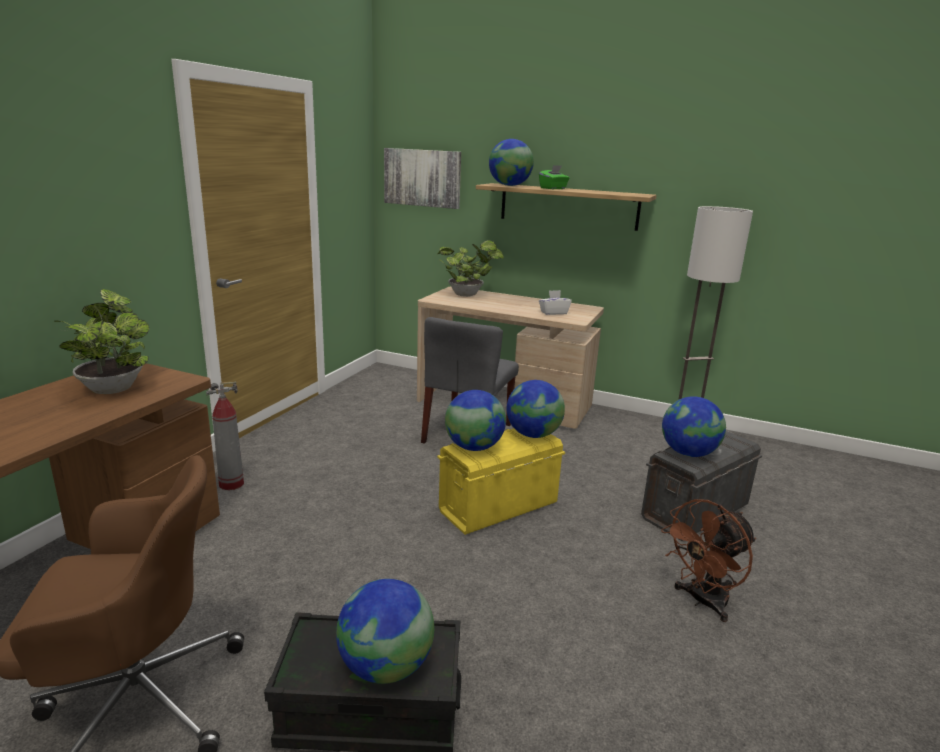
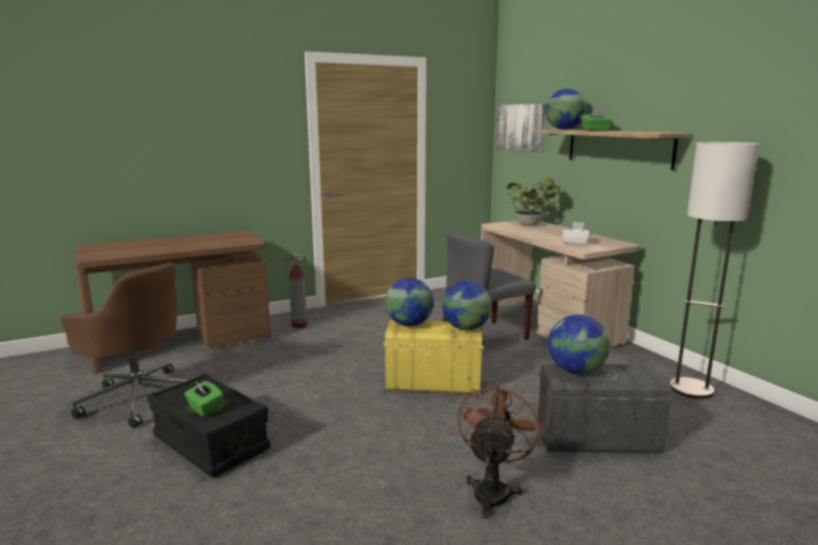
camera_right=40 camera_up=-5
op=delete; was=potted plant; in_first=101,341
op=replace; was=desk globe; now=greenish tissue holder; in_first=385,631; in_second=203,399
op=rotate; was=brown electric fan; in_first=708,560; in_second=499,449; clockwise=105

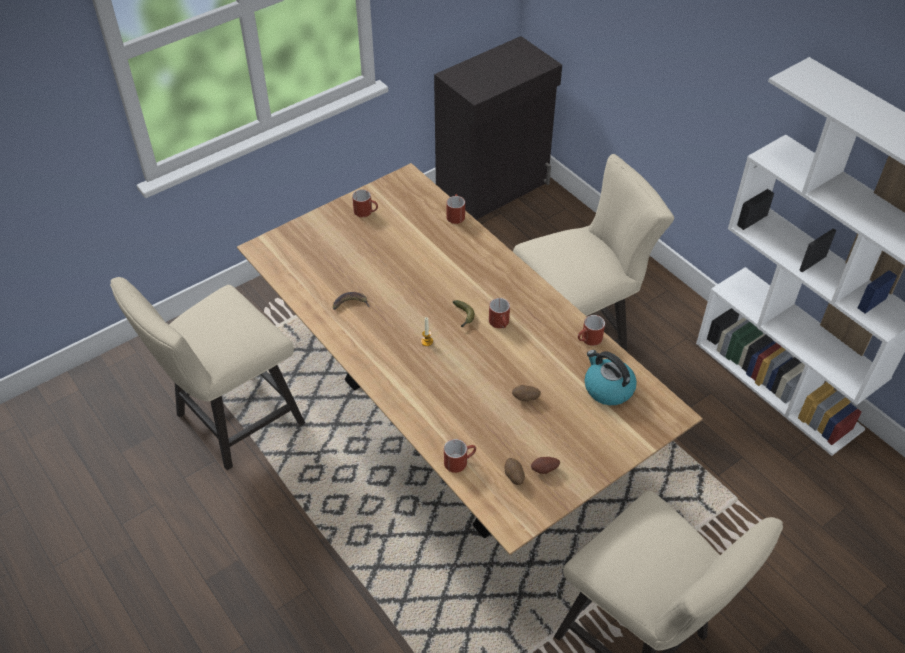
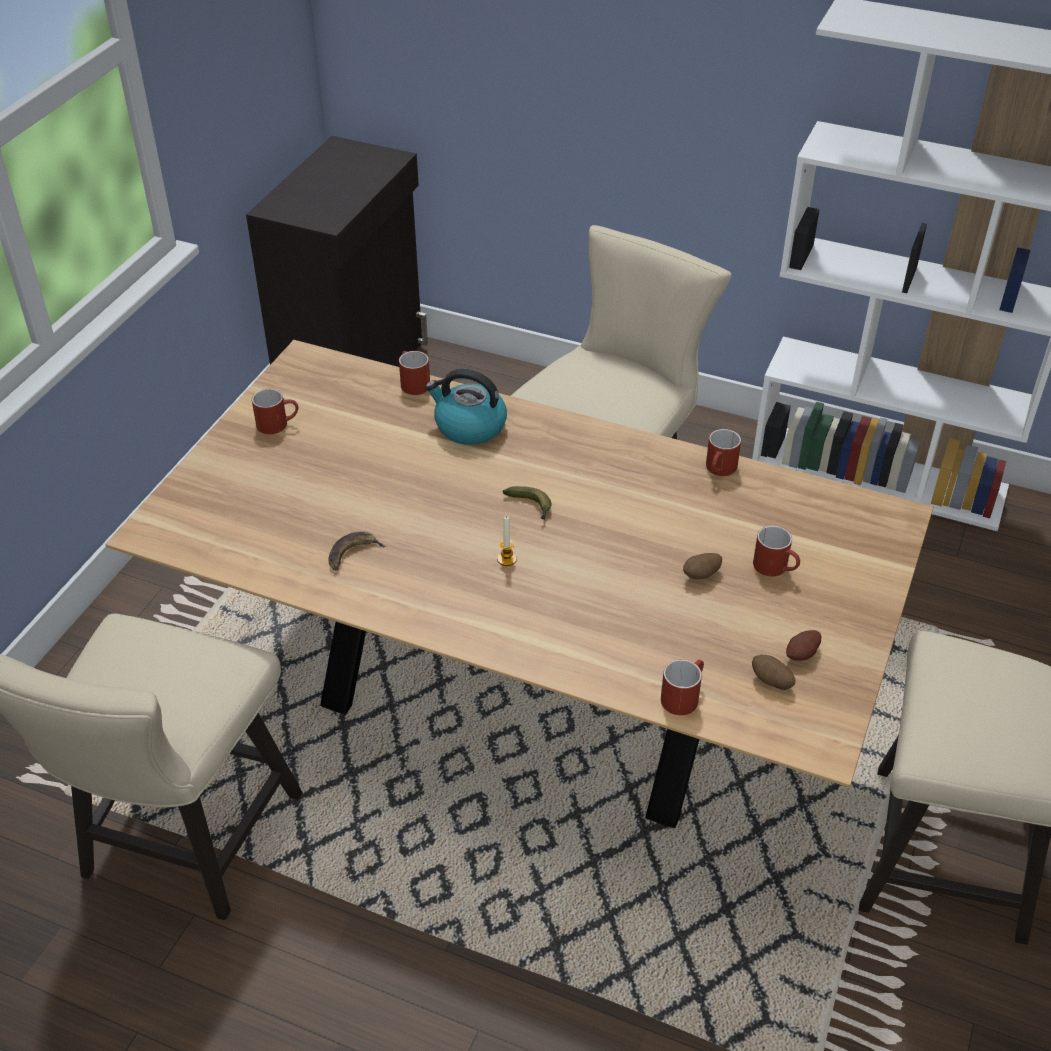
camera_right=-30 camera_up=-5
op=move; was=red tea mug; in_first=499,313; in_second=776,551
op=move; was=kettle; in_first=611,377; in_second=466,407

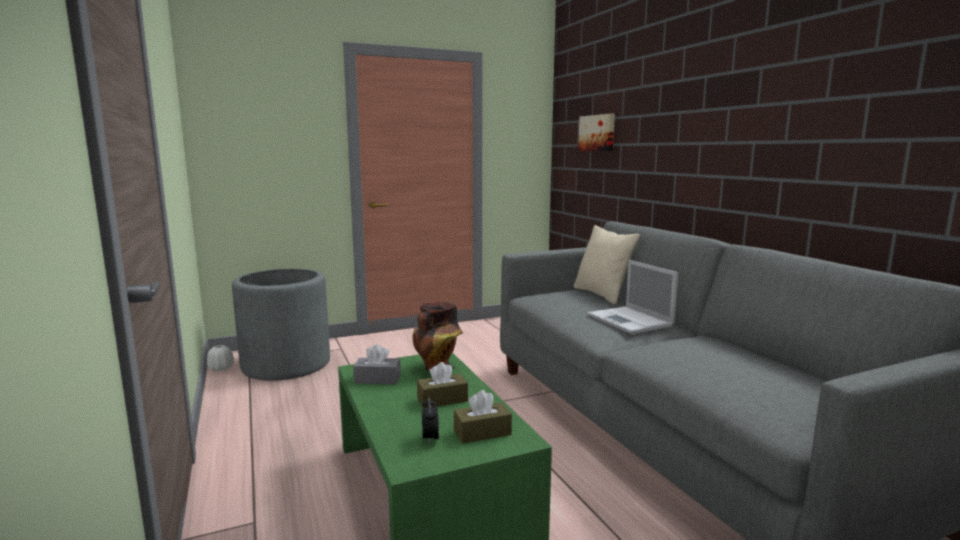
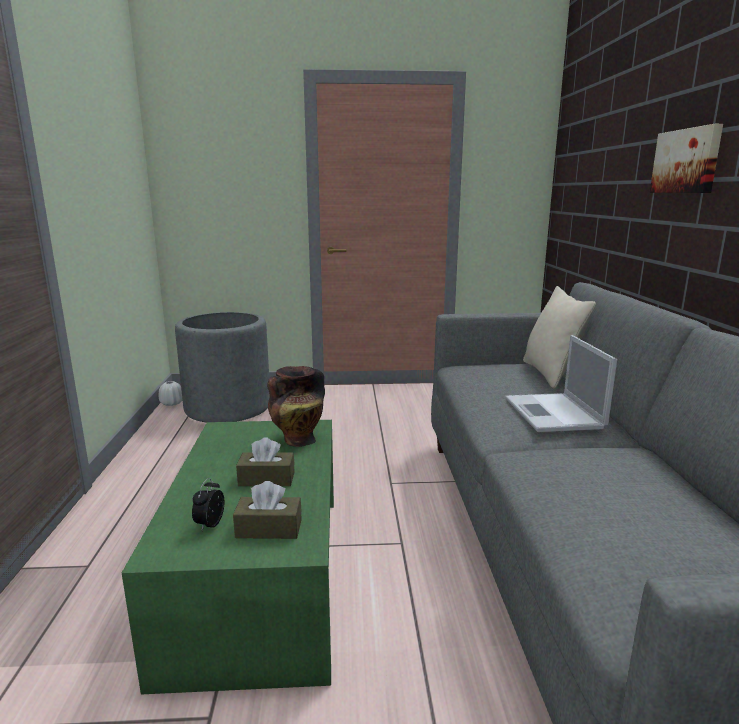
camera_right=20 camera_up=5
op=delete; was=grey tissue holder; in_first=377,364
op=move; was=wall art; in_first=596,132; in_second=686,158

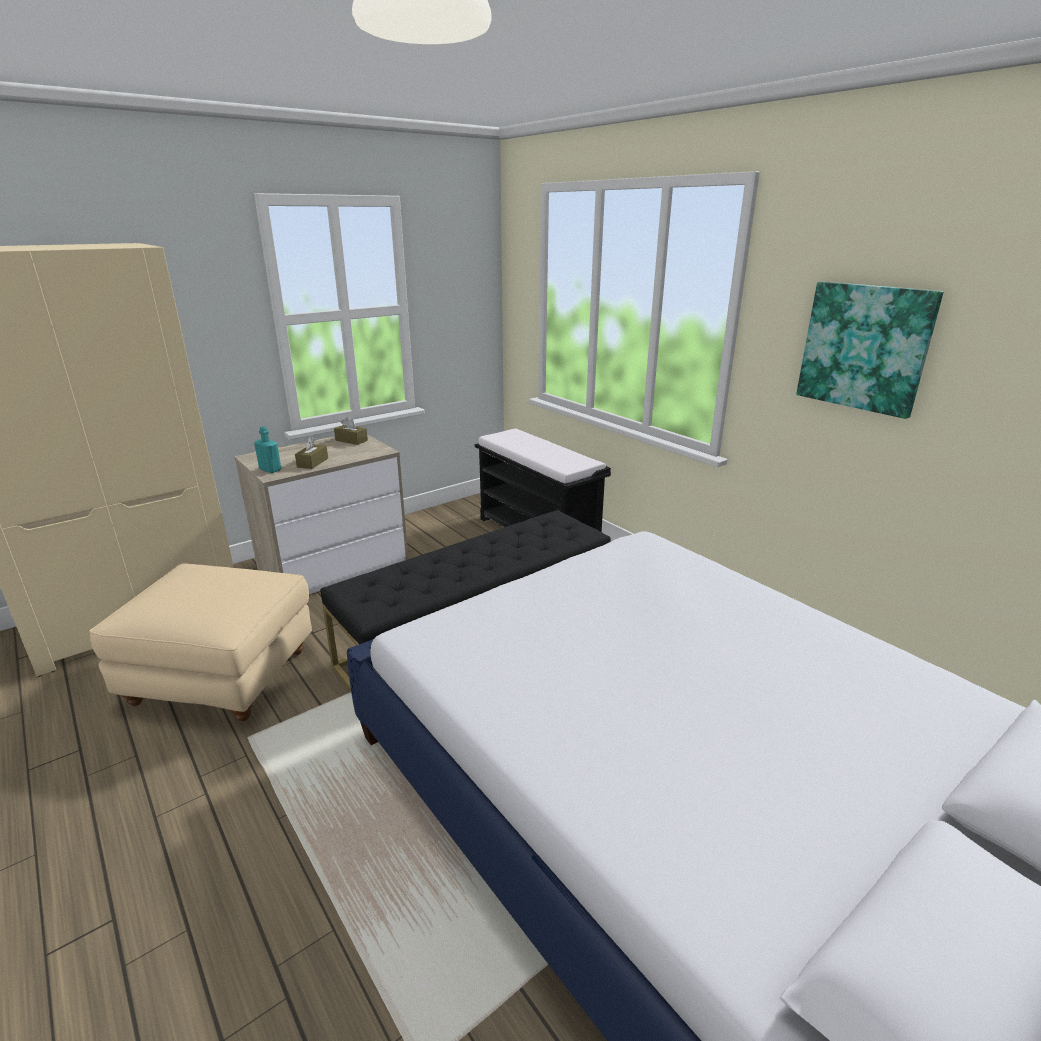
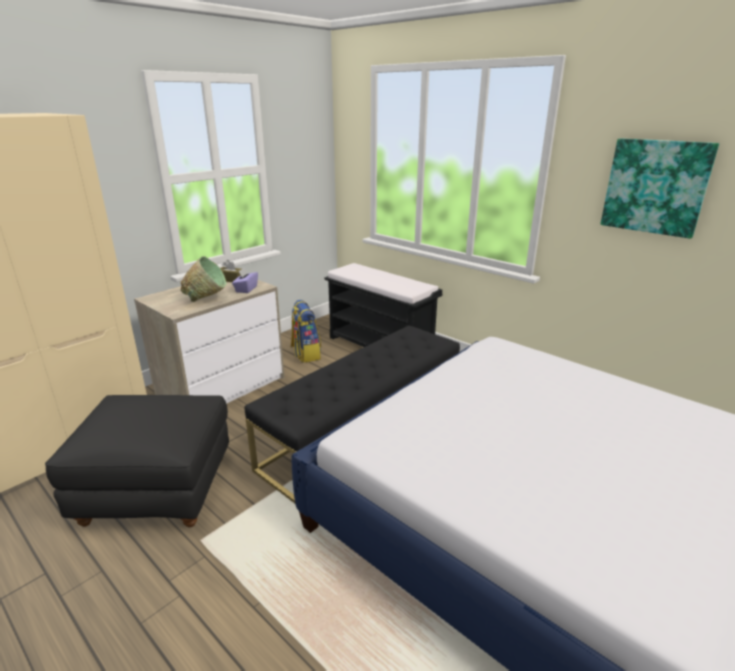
camera_right=-10 camera_up=0
op=delete; was=turquoise-coloured beverage bottle; in_first=267,449
op=insert; now=purplish tissue holder; in_second=245,280
op=insert; now=backpack; in_second=306,331
op=replace; was=brown tissue holder; now=greenish bowl; in_first=311,453; in_second=204,279
op=recolor; was=sand-coloured pouffe; now=black-coloured pouffe; in_first=200,642; in_second=137,461

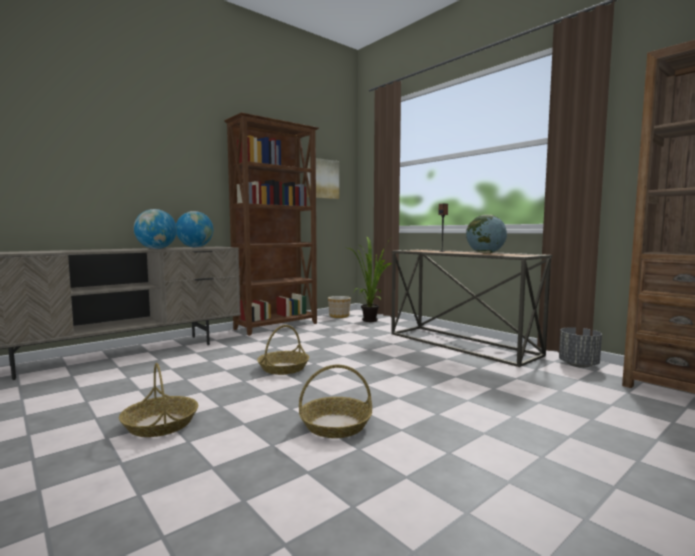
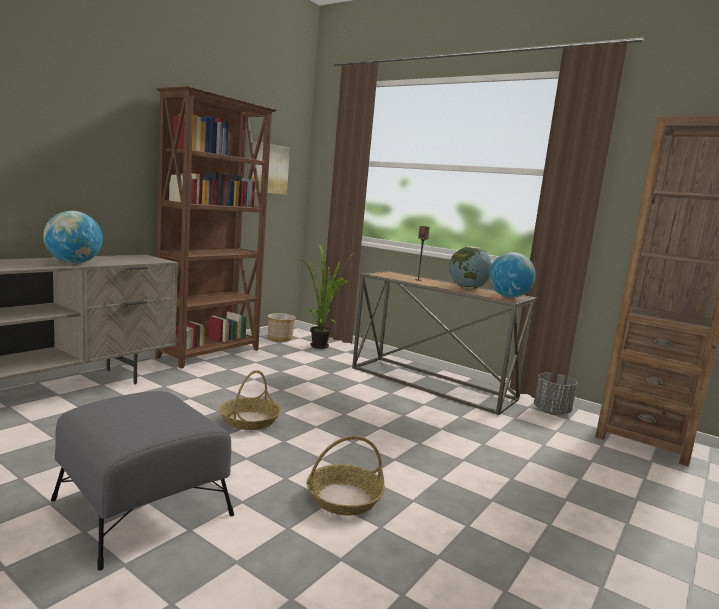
camera_right=-15 camera_up=5
op=move; was=desk globe; in_first=194,229; in_second=512,275
op=replace; was=storage basket; now=grey pouffe; in_first=158,400; in_second=142,481

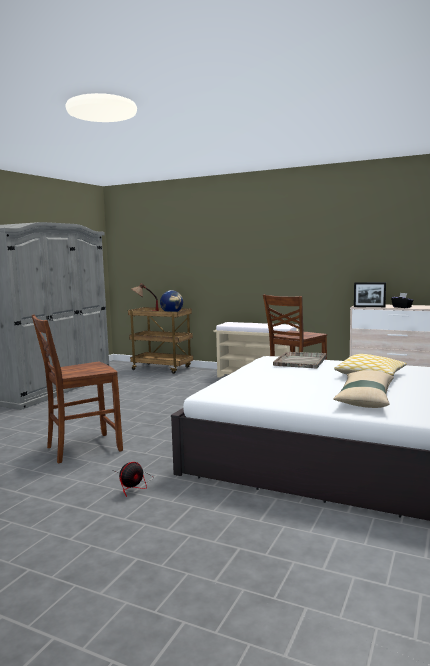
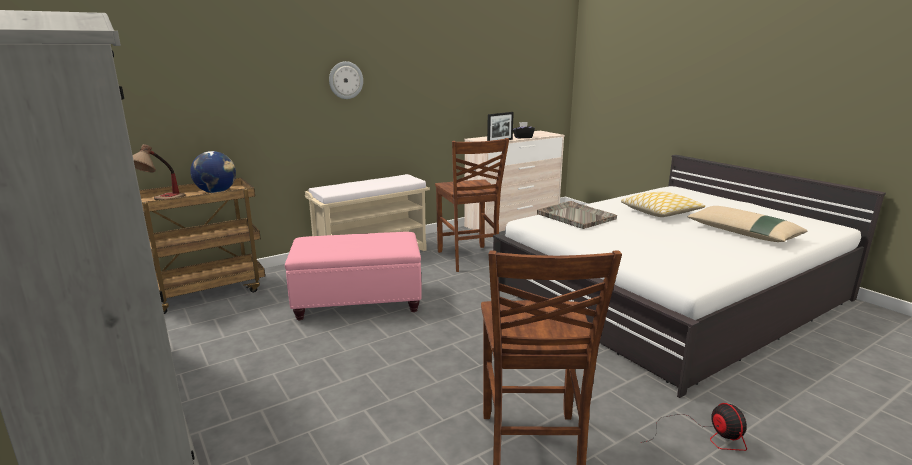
camera_right=-60 camera_up=10
op=insert; now=pink pouffe; in_second=353,276
op=insert; now=wall clock; in_second=346,80

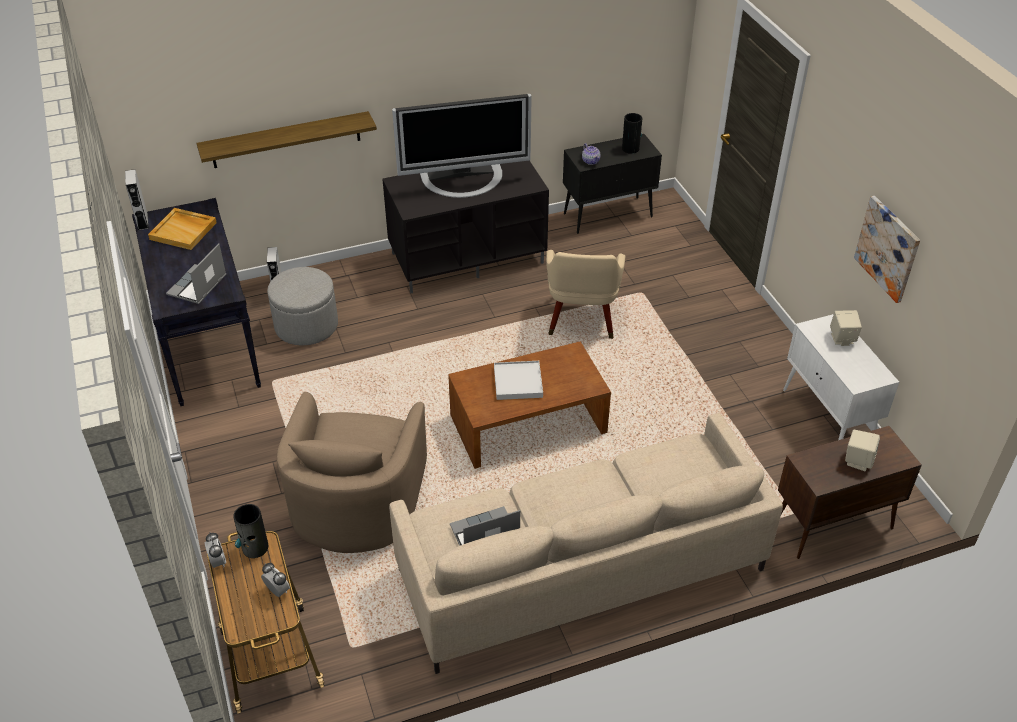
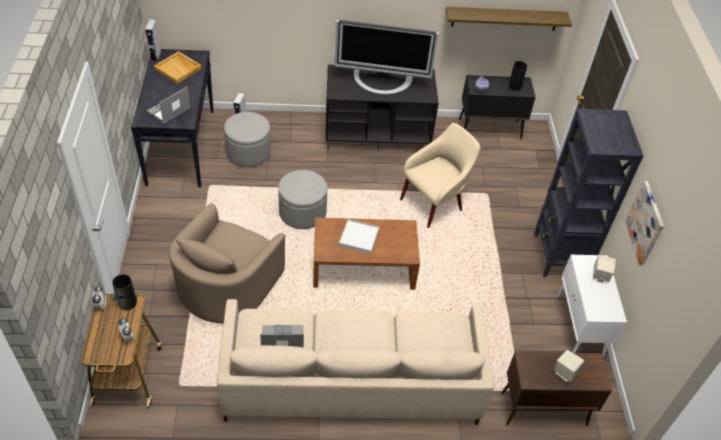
camera_right=15 camera_up=5
op=insert; now=grey pouffe; in_second=302,199
op=insert; now=black-coloured bookshelf; in_second=588,193
op=move; was=bracket shelf; in_first=286,139; in_second=509,19
op=rotate; was=sand-coloured armchair; in_first=585,294; in_second=440,175; clockwise=-150

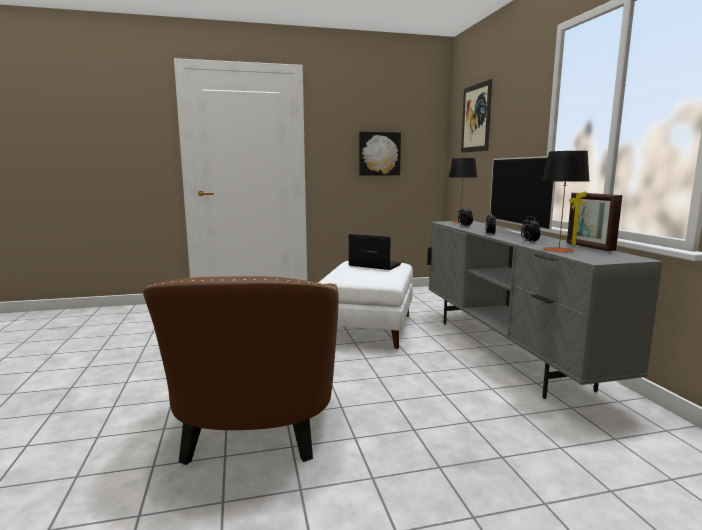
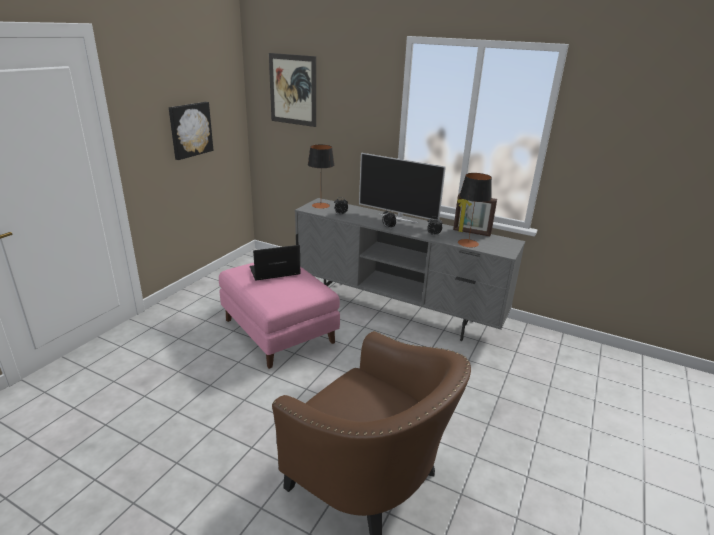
camera_right=-50 camera_up=15
op=recolor; was=whitish pouffe; now=pink pouffe; in_first=366,305; in_second=279,316

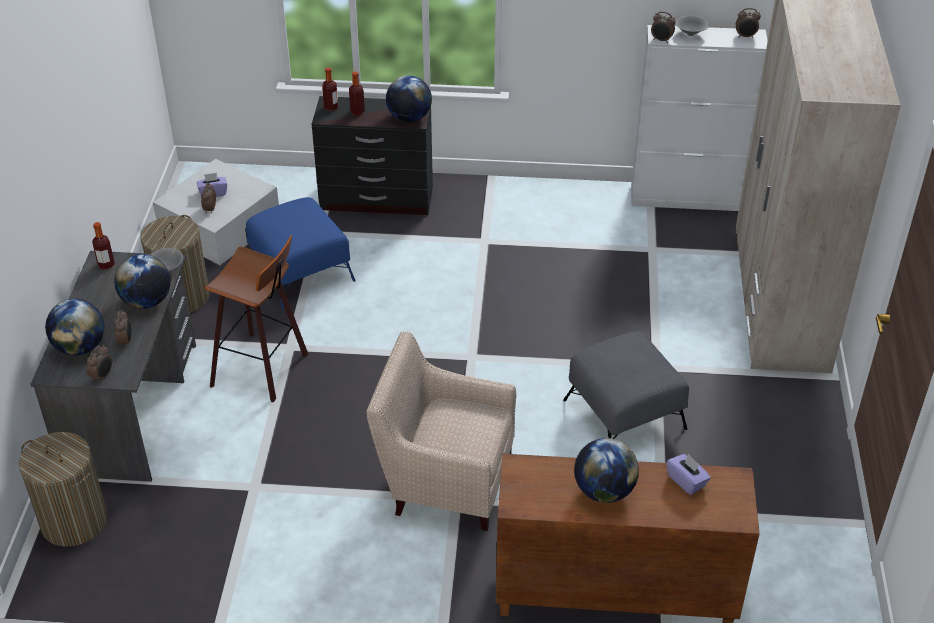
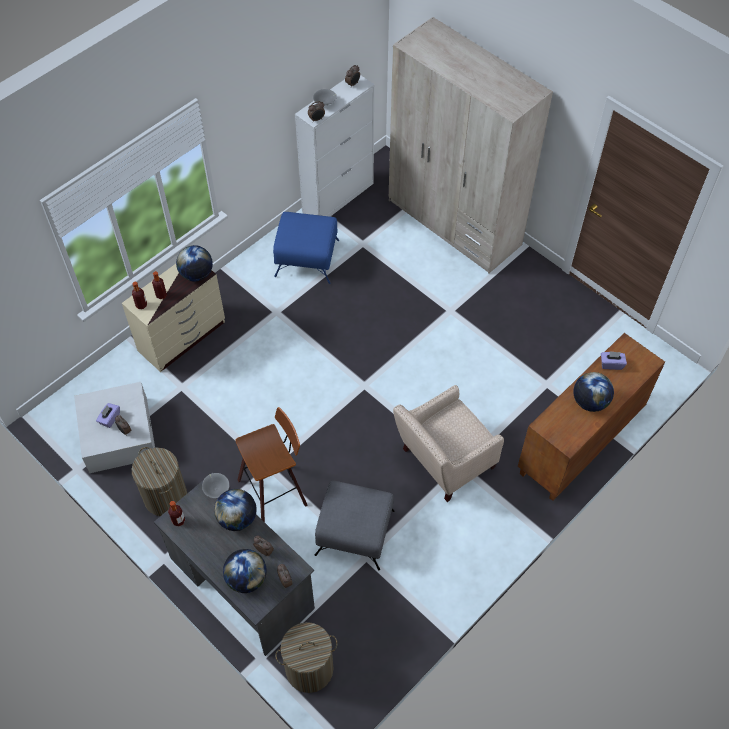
camera_right=-50 camera_up=15
op=move; was=blue pouffe; in_first=301,253; in_second=306,248
op=move; was=grey pouffe; in_first=626,385; in_second=354,525
op=recolor; was=black-coloured drawer chest; now=sand-coloured drawer chest; in_first=372,155; in_second=173,318

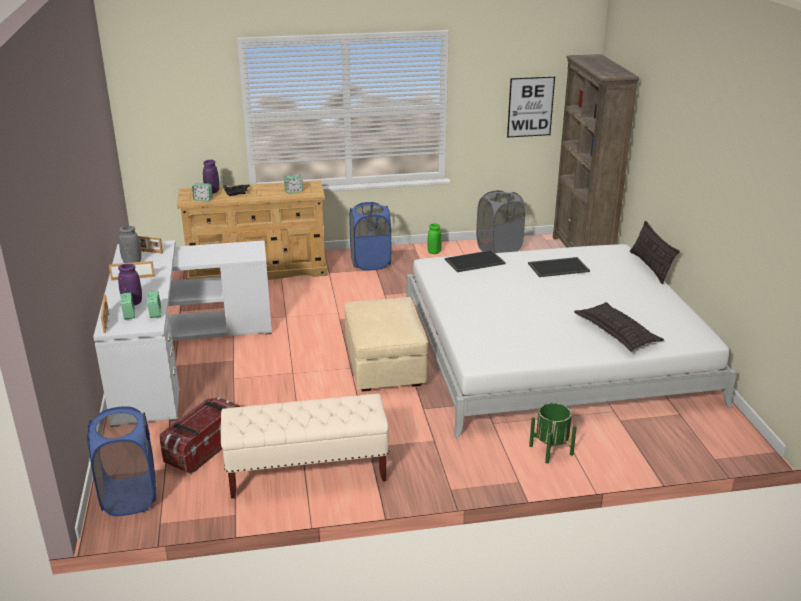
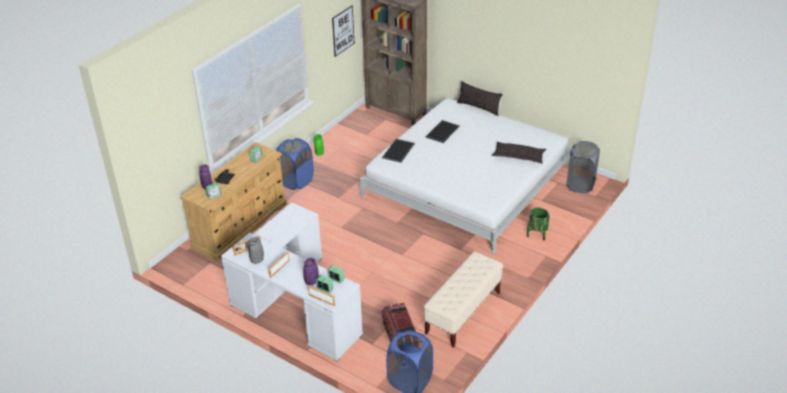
camera_right=-45 camera_up=10
op=delete; was=sand-coloured pouffe; in_first=386,344
op=move; was=grey laundry basket; in_first=500,221; in_second=583,167

